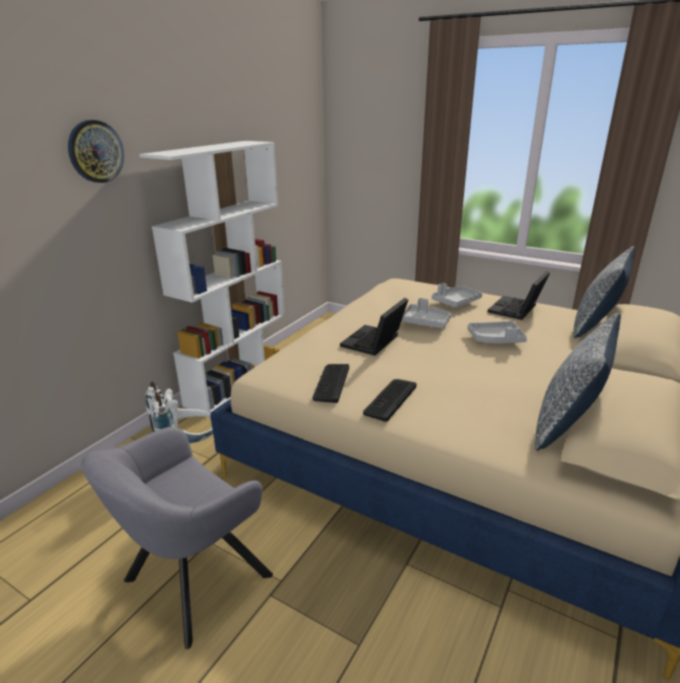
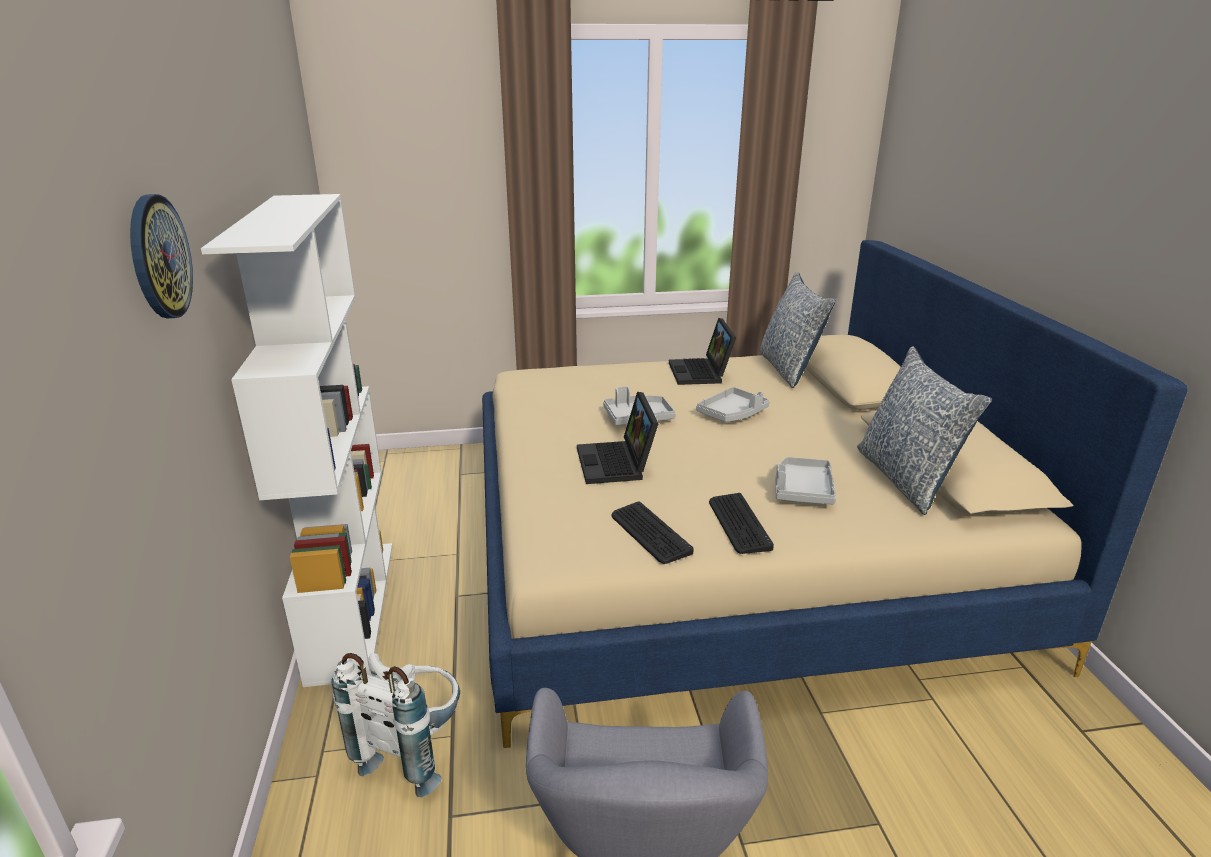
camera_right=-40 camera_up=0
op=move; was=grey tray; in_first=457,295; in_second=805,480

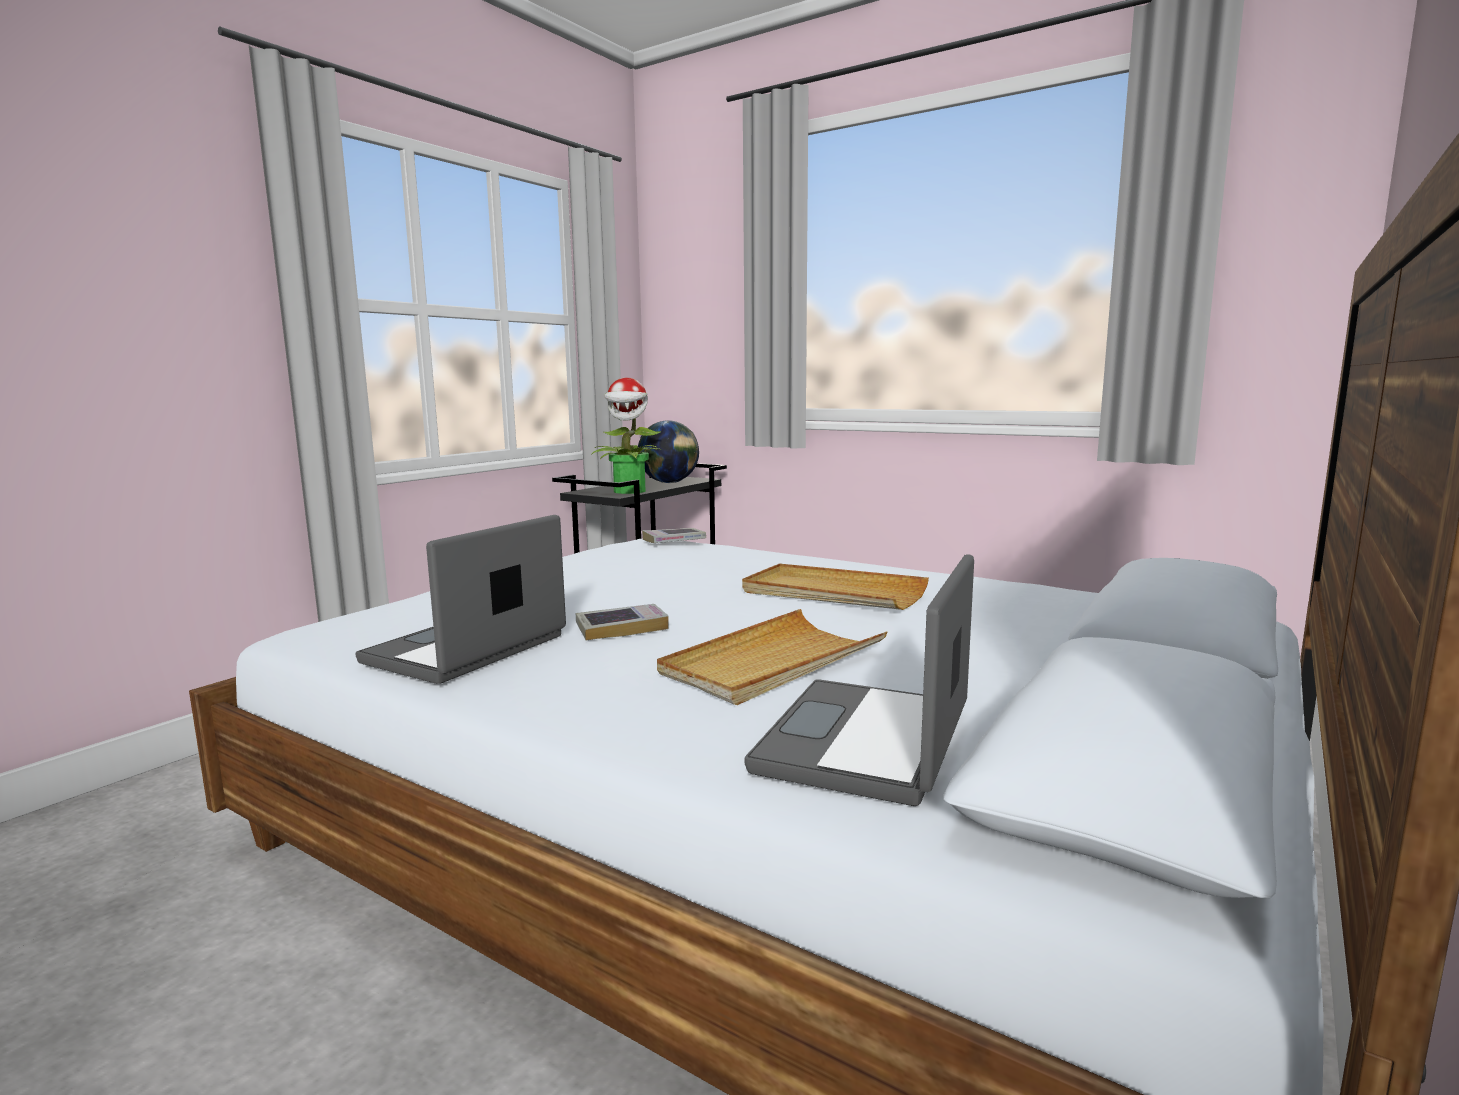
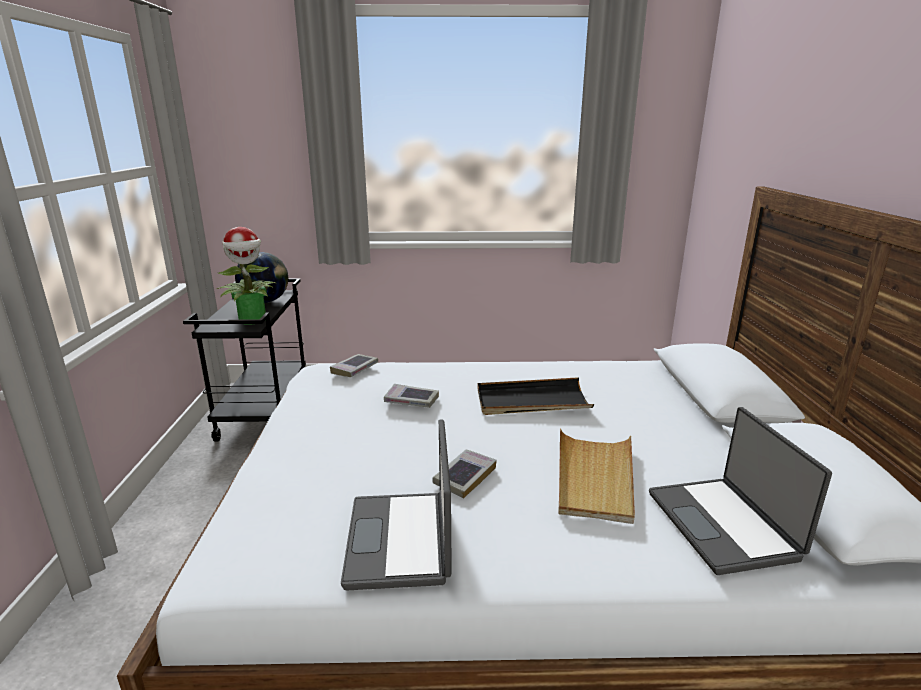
camera_right=-35 camera_up=10
op=insert; now=volume; in_second=411,396
op=recolor; was=sand-coloured tray; now=black-coloured tray; in_first=835,586; in_second=535,396

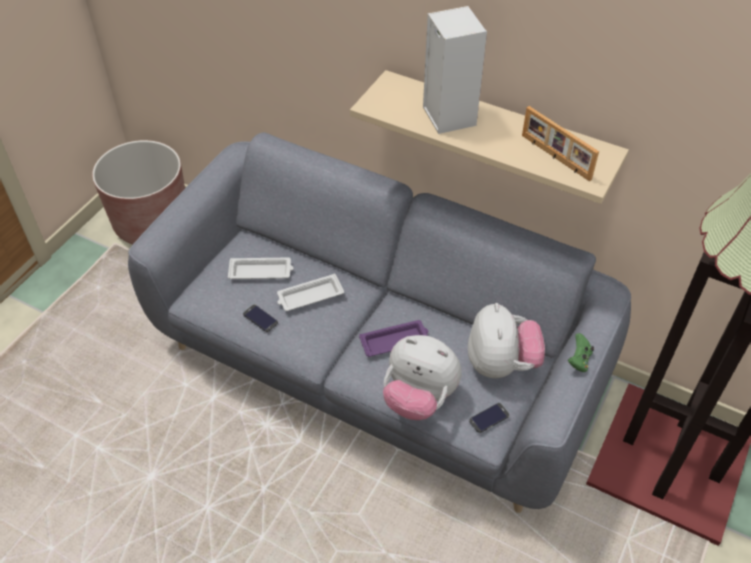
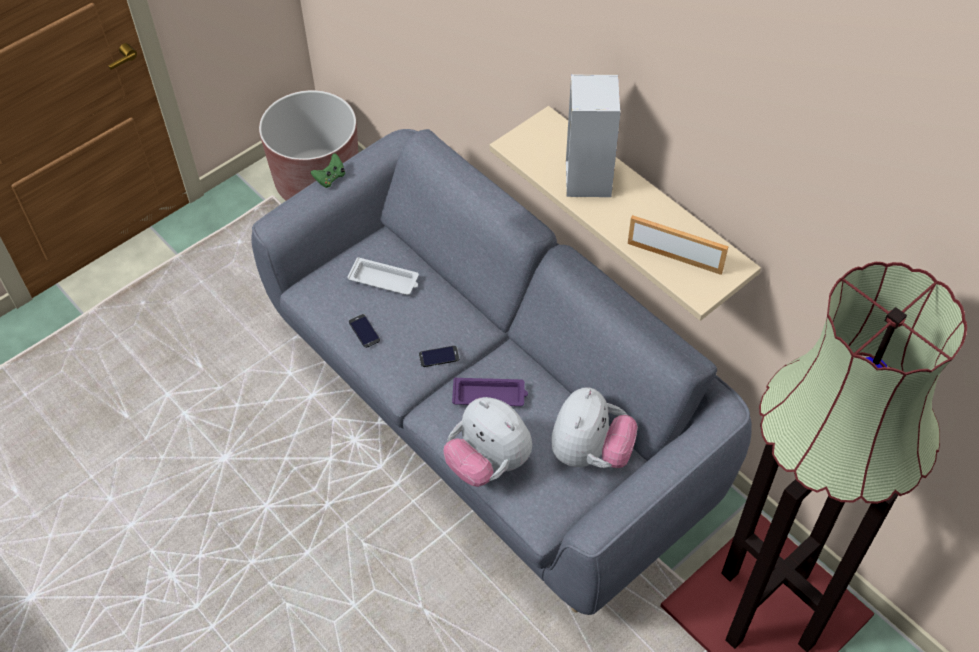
camera_right=20 camera_up=5
op=delete; was=whitish tray; in_first=310,292
op=move; was=handset; in_first=489,418; in_second=439,356
op=move; was=greenish gamepad; in_first=581,352; in_second=328,170
op=rotate; was=standing frame; in_first=560,143; in_second=678,245; clockwise=135

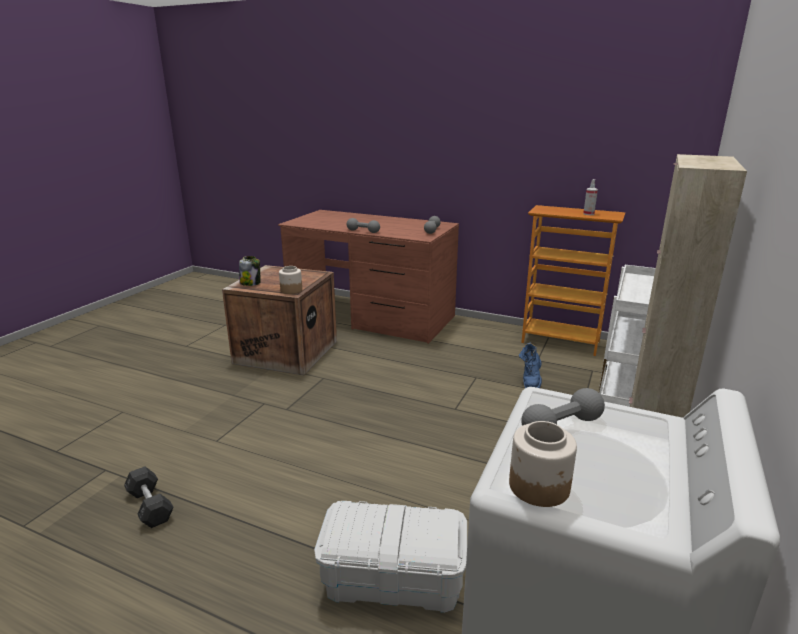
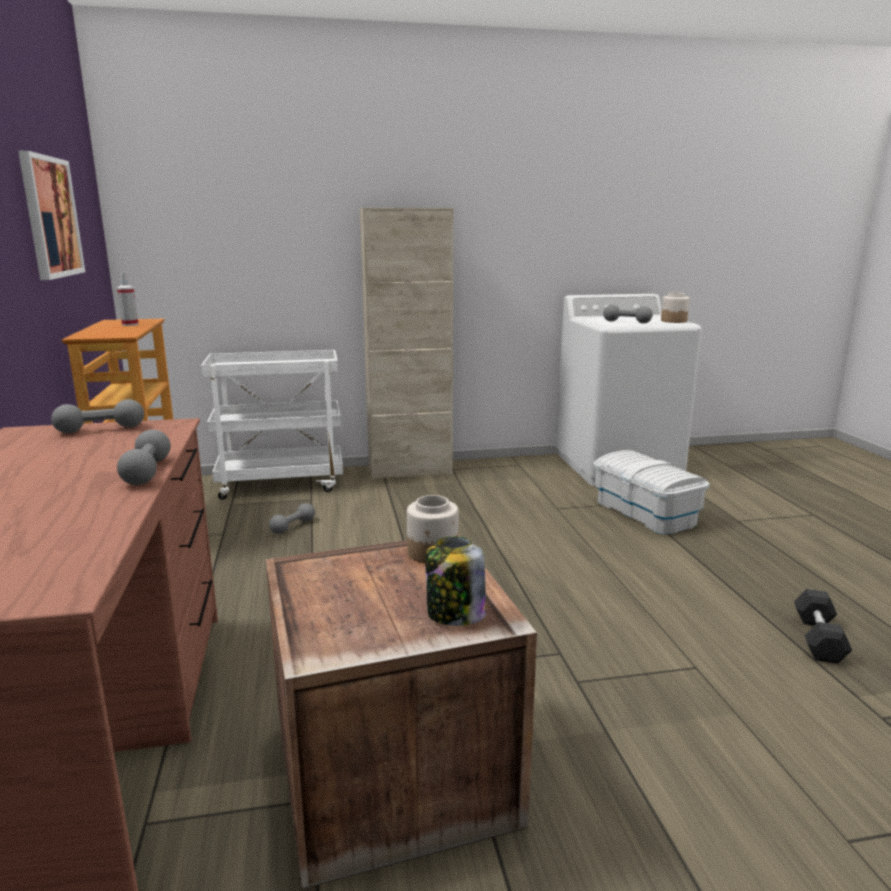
camera_right=-125 camera_up=-5
op=insert; now=wall art; in_second=51,215
op=replace; was=blue high-top boot; now=grey hand weight; in_first=530,365; in_second=292,518

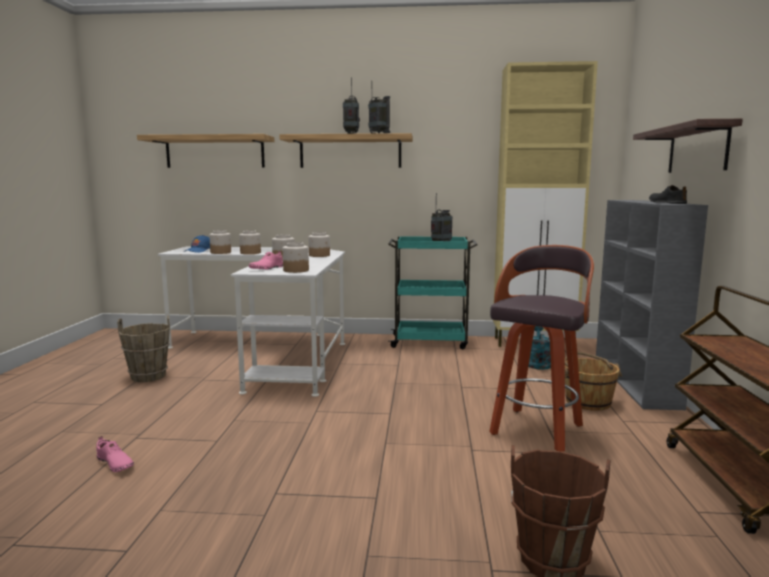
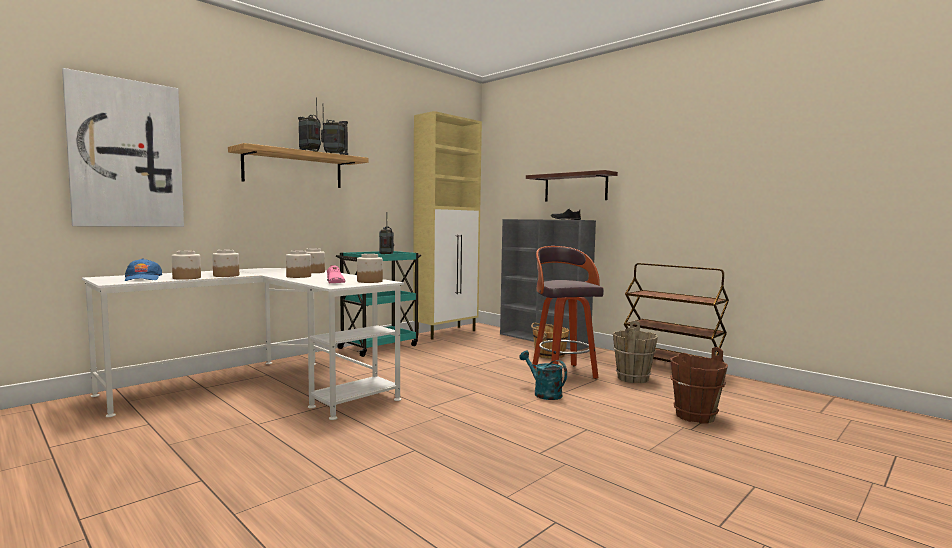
camera_right=-50 camera_up=-5
op=delete; was=pink shoe; in_first=115,454
op=move; was=brown bucket; in_first=143,348; in_second=635,352
op=move; was=turquoise-coloured sprinkling can; in_first=539,348; in_second=543,375
op=replace; was=bracket shelf; now=wall art; in_first=205,151; in_second=123,147

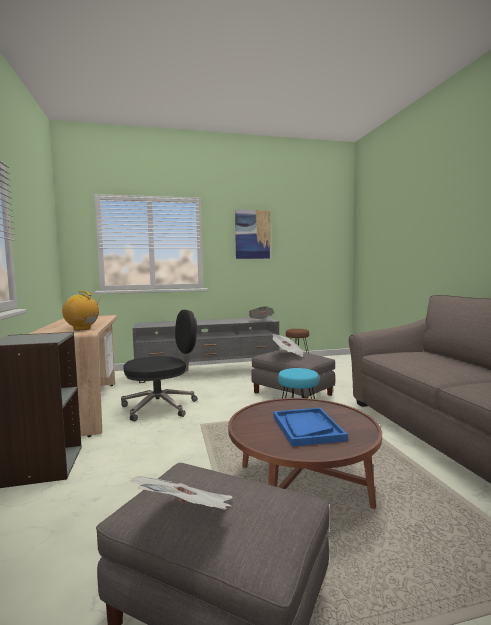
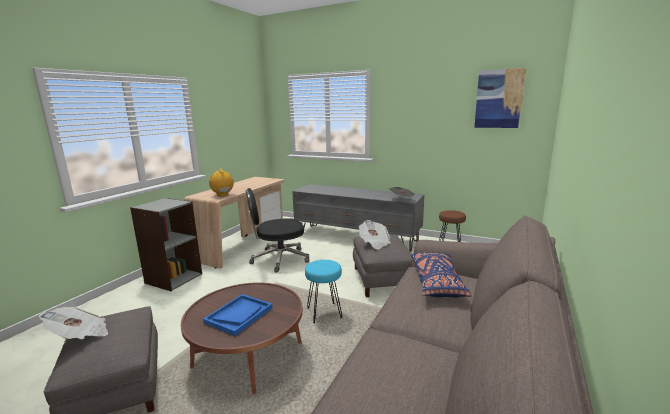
camera_right=40 camera_up=10
op=insert; now=blue pillow; in_second=441,275
op=move; was=wall art; in_first=253,234; in_second=500,98
op=rotate; was=black-coloured computer chair; in_first=159,365; in_second=277,230; clockwise=150

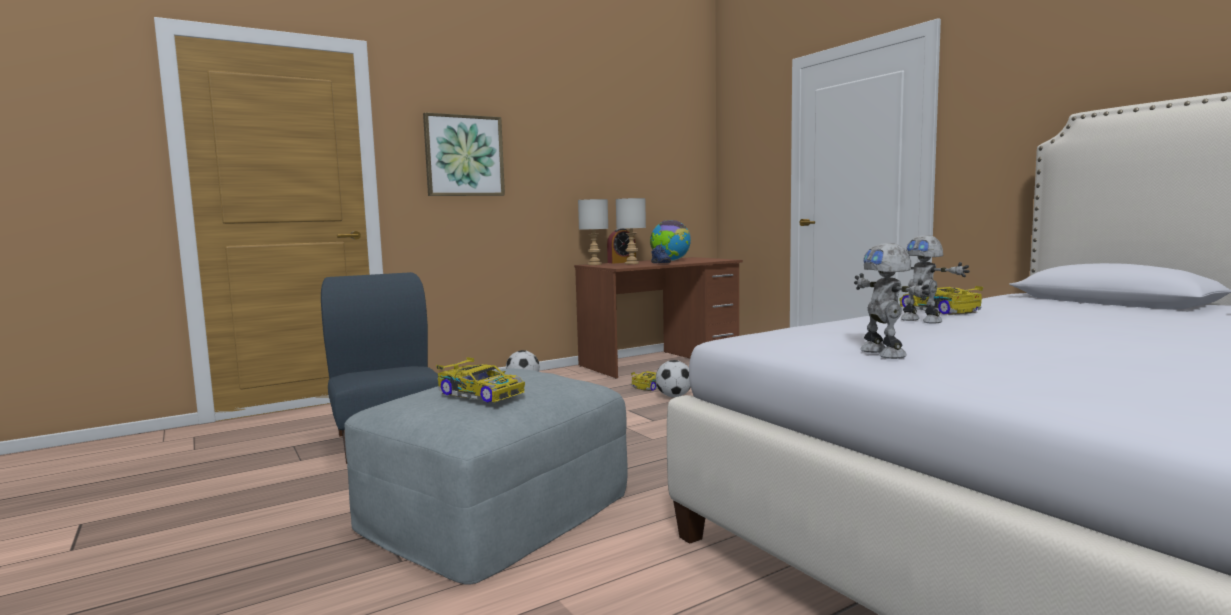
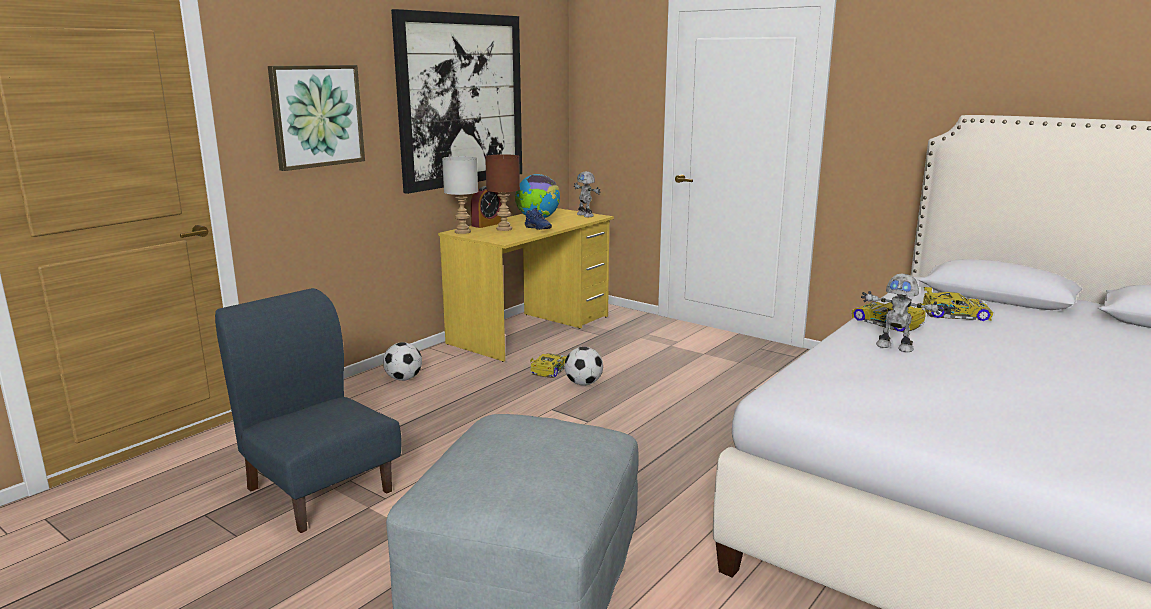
camera_right=-20 camera_up=10
op=insert; now=wall art; in_second=456,101
op=move; was=model car; in_first=480,380; in_second=958,304
op=move; was=robot figure; in_first=892,301; in_second=587,194
op=recolor; was=brown desk unit; now=yellow-coloured desk unit; in_first=658,318; in_second=526,285
op=recolor; was=grey tabletop lamp; now=brown tabletop lamp; in_first=631,231; in_second=502,192

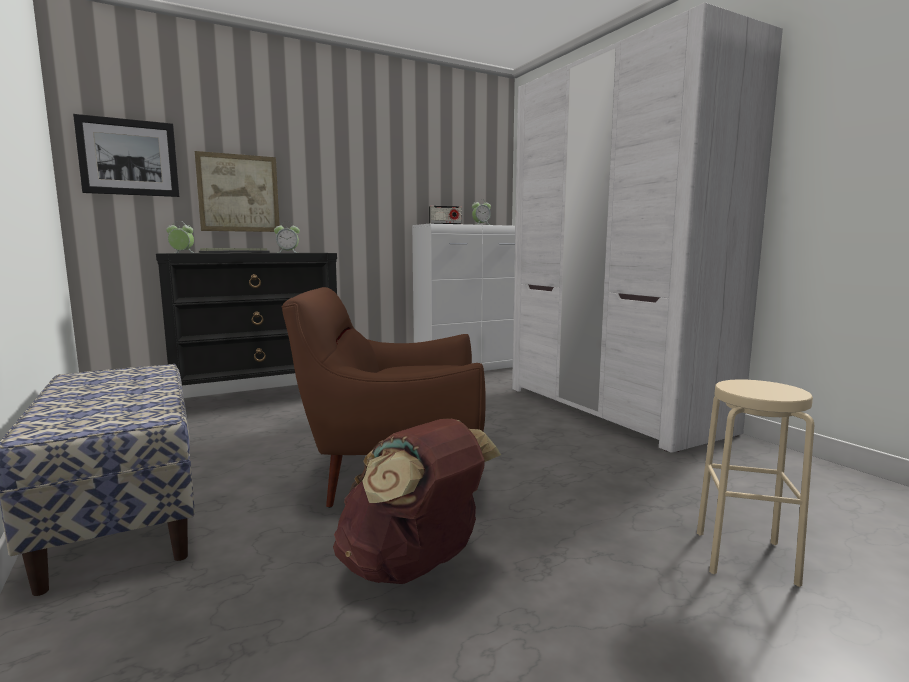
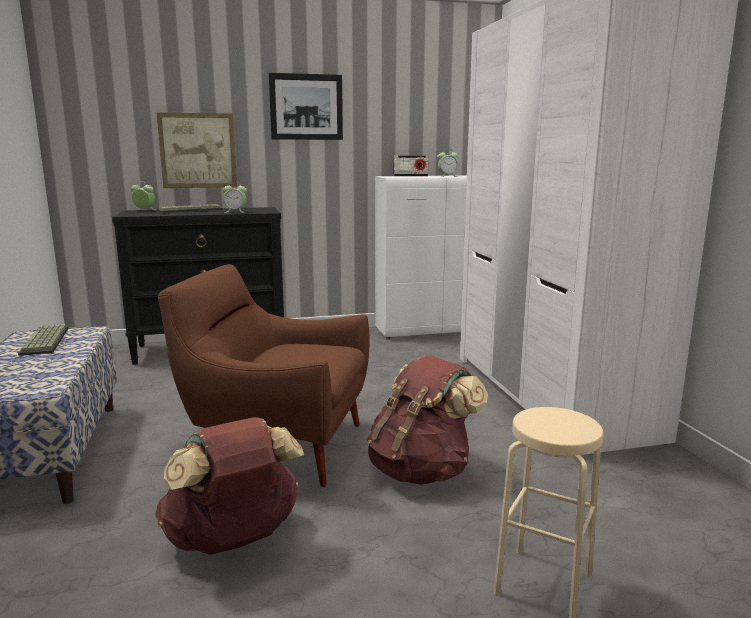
camera_right=15 camera_up=5
op=insert; now=computer keyboard; in_second=43,340
op=insert; now=brown backpack; in_second=427,420
op=move; was=wall art; in_first=126,155; in_second=306,106

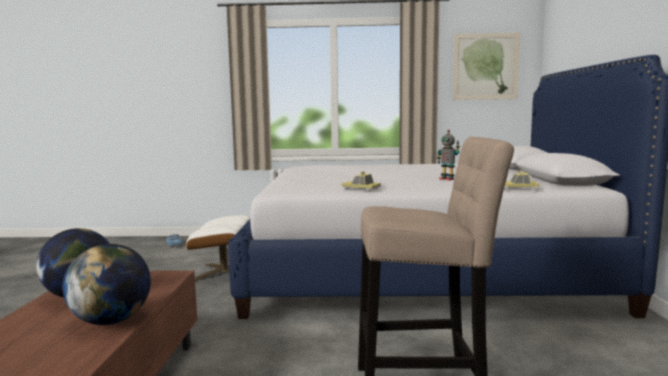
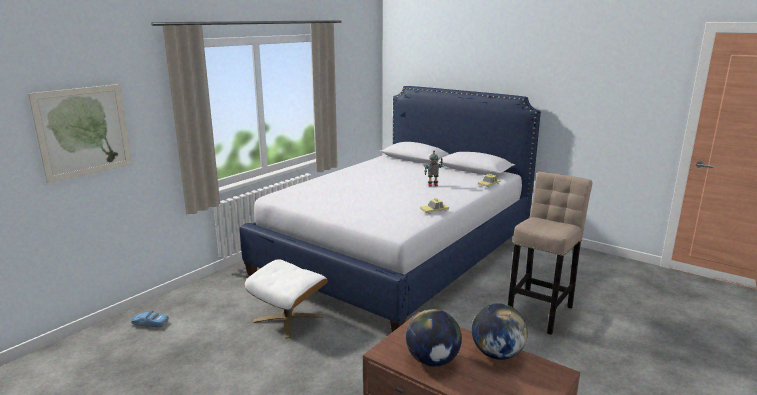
camera_right=-55 camera_up=10
op=move; was=wall art; in_first=486,66; in_second=80,133

